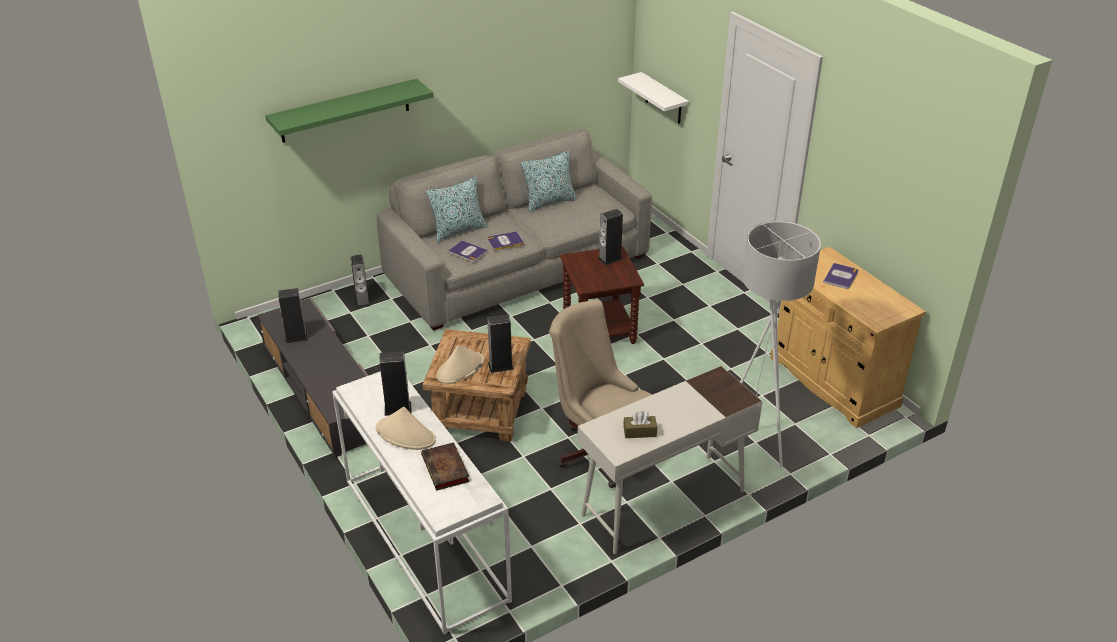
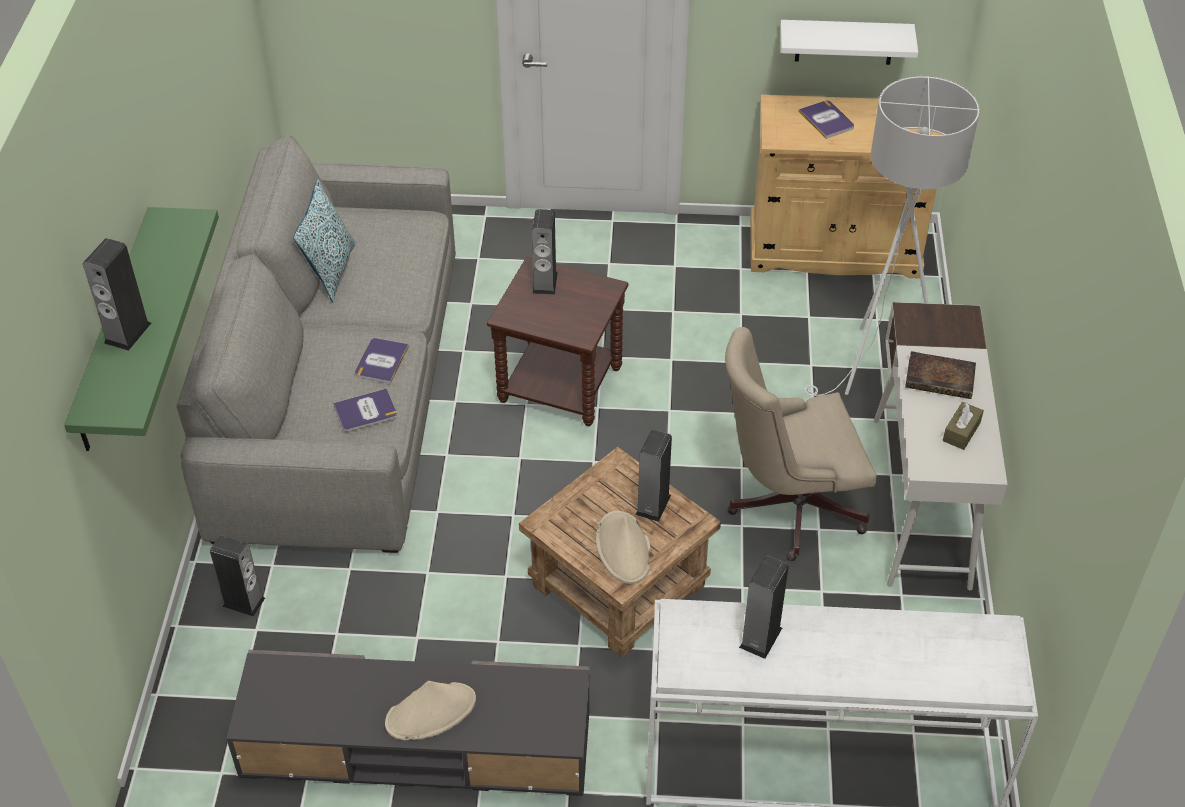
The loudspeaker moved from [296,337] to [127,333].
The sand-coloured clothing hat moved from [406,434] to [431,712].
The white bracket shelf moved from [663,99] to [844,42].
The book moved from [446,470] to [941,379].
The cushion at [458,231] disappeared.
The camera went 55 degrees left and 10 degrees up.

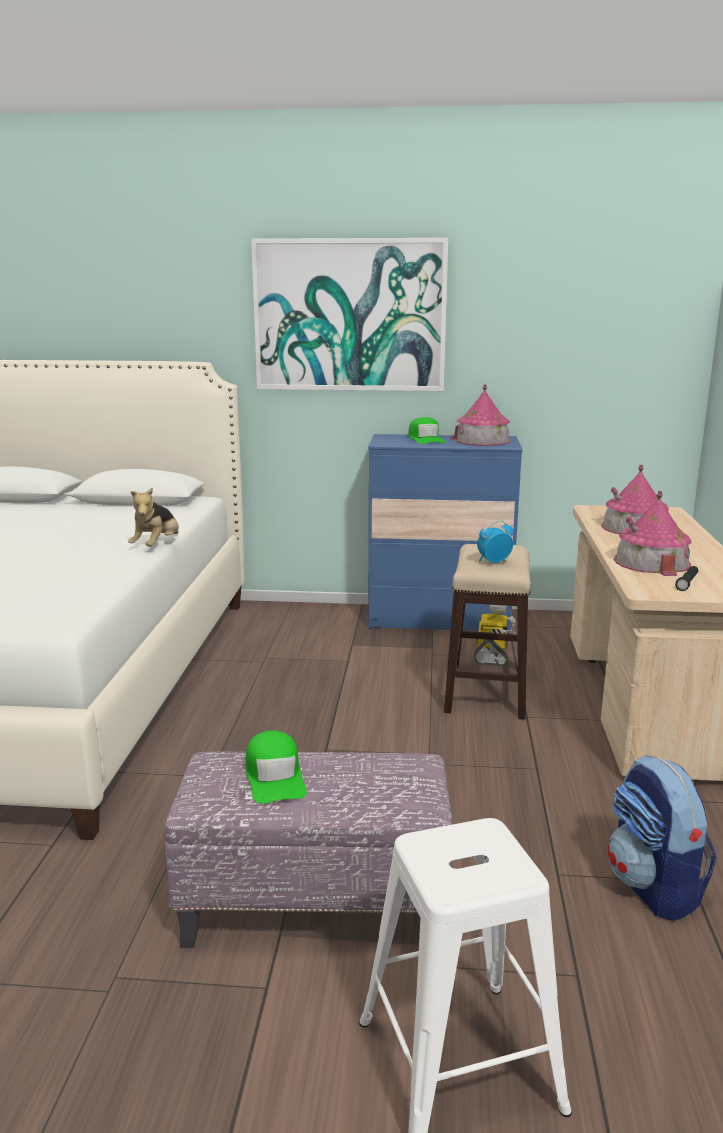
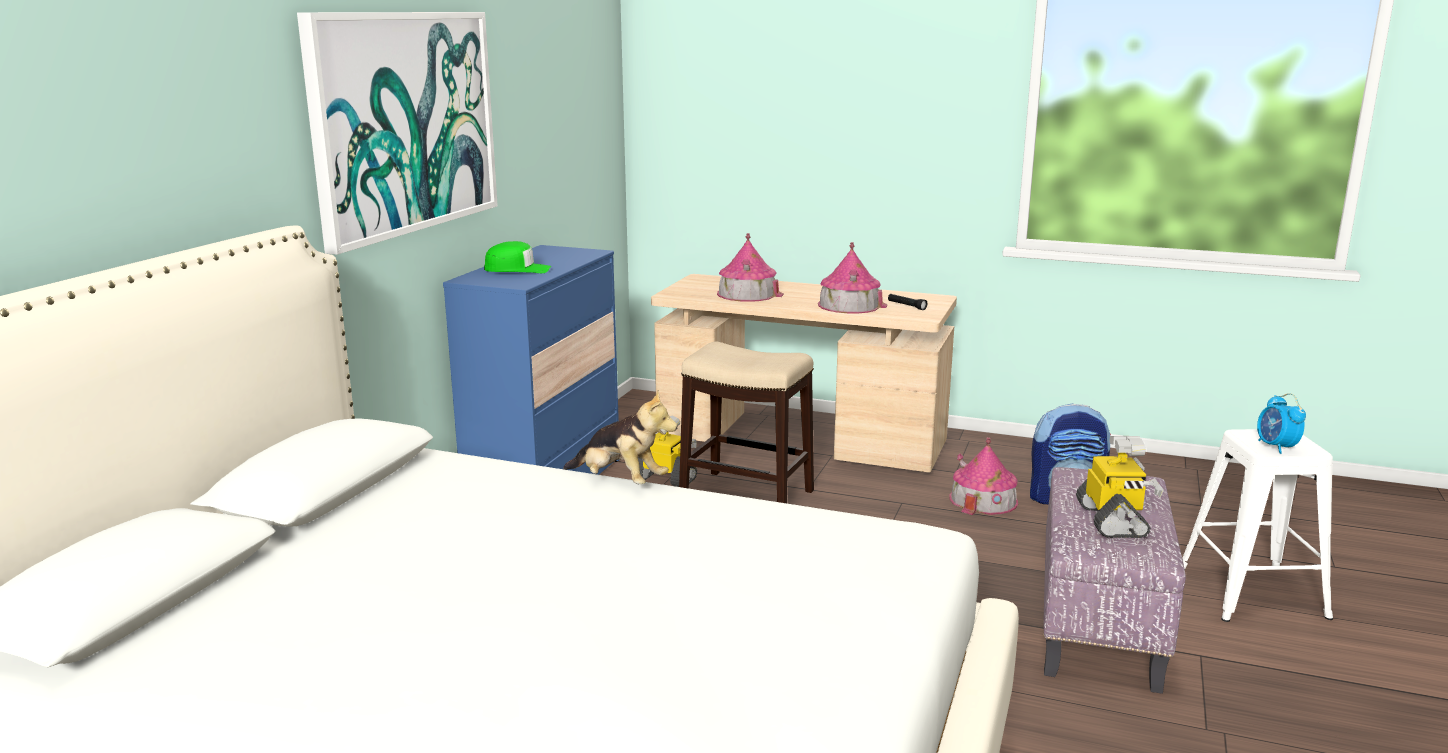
The model house moved from [482,440] to [983,500].
The greenish peaked cap at [275,777] was replaced by the model robot at [1113,520].
The bedside clock moved from [493,562] to [1276,447].
The camera went 75 degrees left and 0 degrees up.

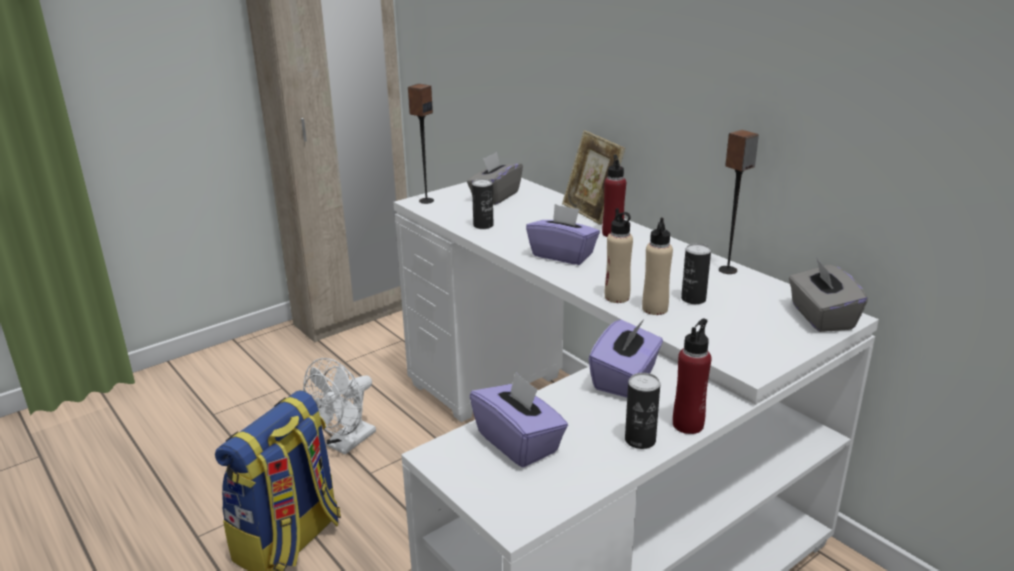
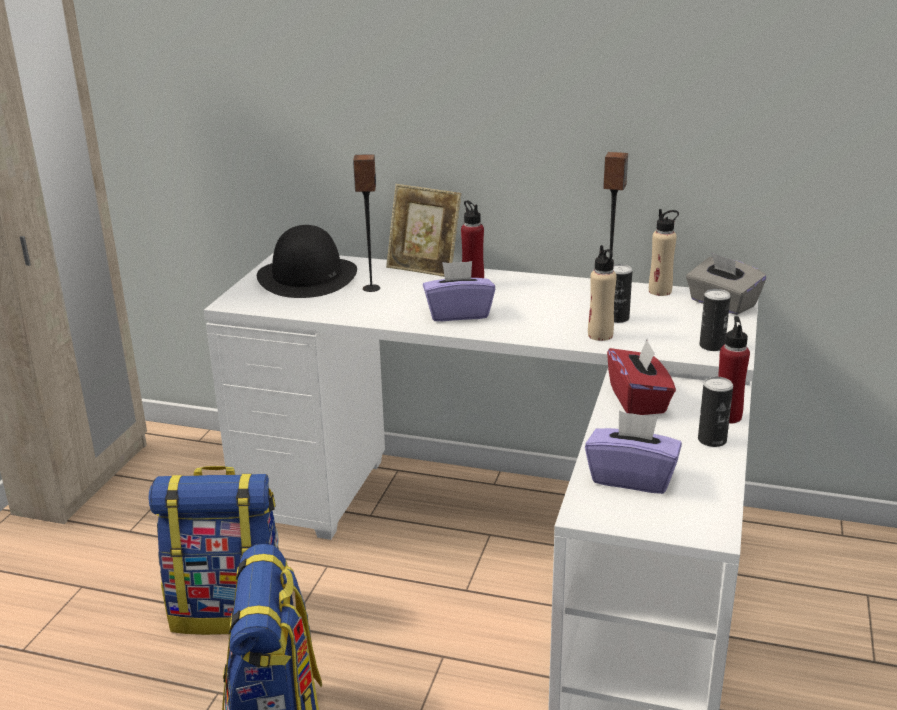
The white cooling fan at [346,444] was replaced by the rucksack at [230,610].
The grey box of tissues at [495,196] was replaced by the black clothing hat at [307,277].
The loudspeaker moved from [426,201] to [371,288].
The purple box of tissues at [625,379] became the reddish box of tissues at [638,400].
The sand-coloured bottle moved from [617,297] to [660,291].
The can moved from [483,225] to [712,346].
The camera went 35 degrees left and 0 degrees up.

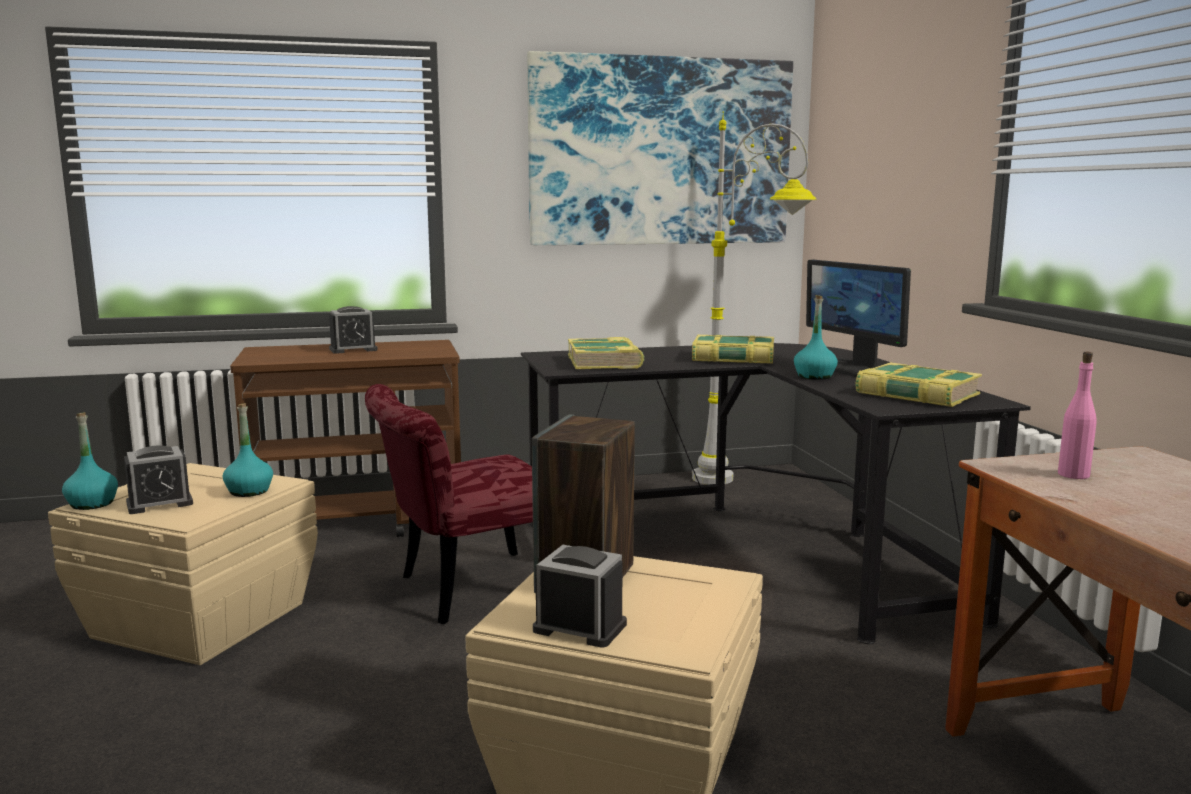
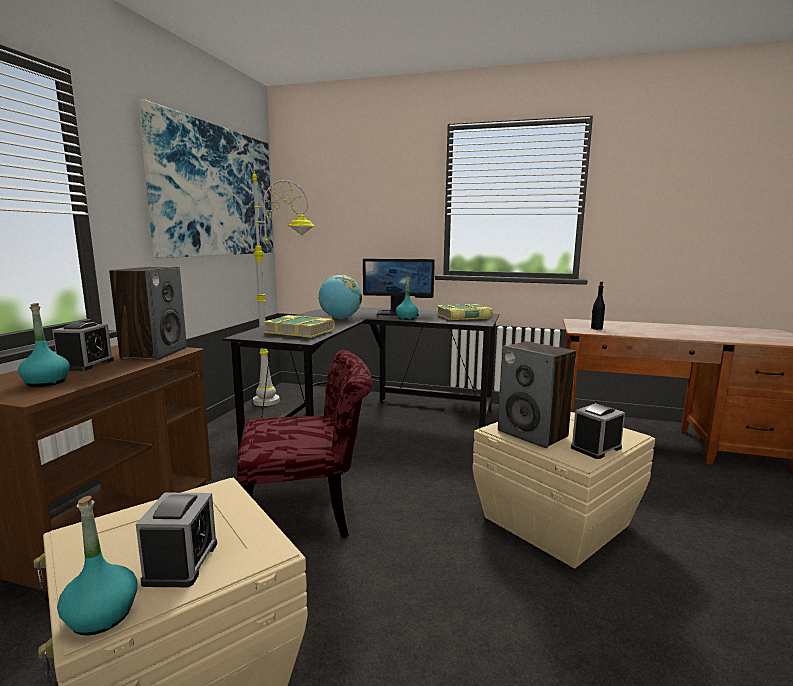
The turquoise-coloured bottle moved from [249,491] to [46,382].
The loudspeaker at [154,353] appeared.
The reddish chair at [463,591] turned 105 degrees counterclockwise.
The book at [733,358] was replaced by the desk globe at [340,318].
The pink bottle at [1073,475] became the black bottle at [596,328].
The camera went 60 degrees left and 0 degrees up.

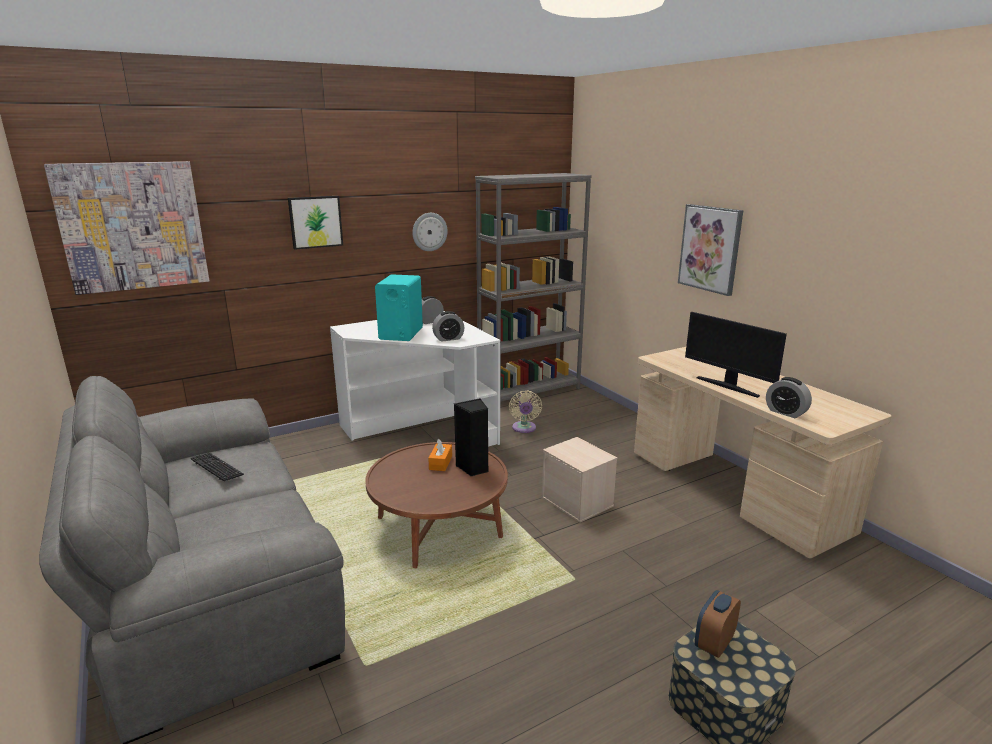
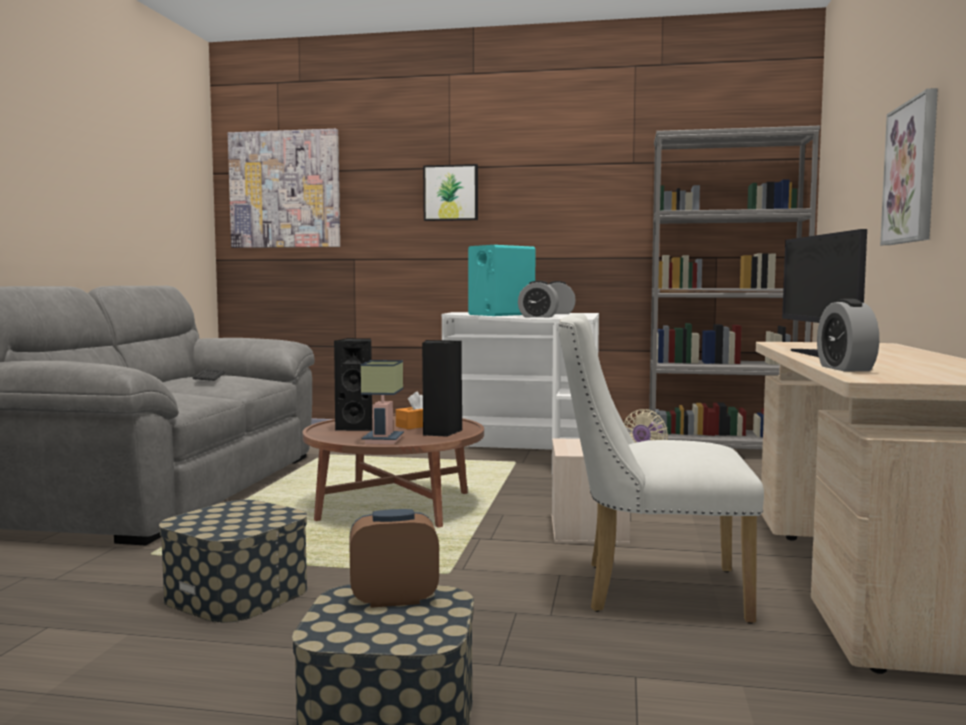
The storage box at [236,593] appeared.
The black loudspeaker at [357,427] appeared.
The lamp for a table at [384,440] appeared.
The white chair at [650,590] appeared.
The wall clock at [429,231] disappeared.
The camera went 40 degrees right and 15 degrees down.

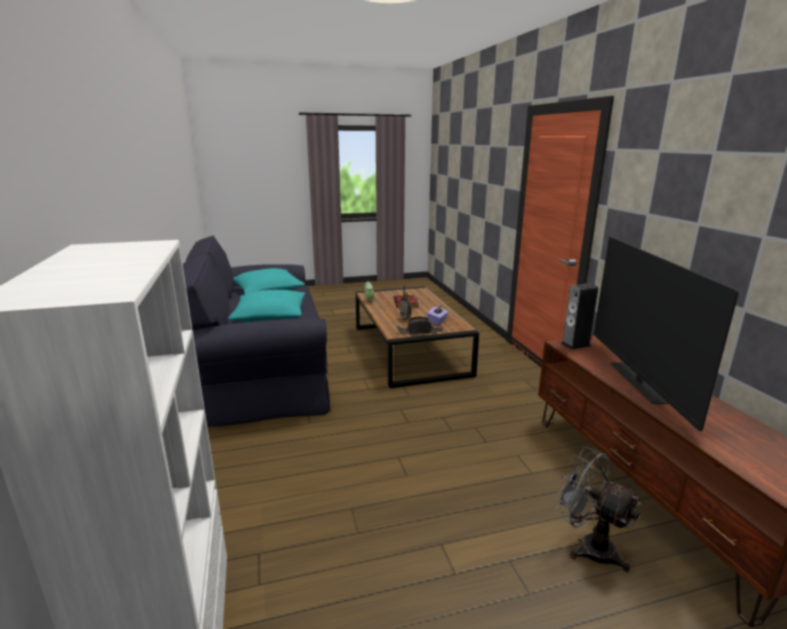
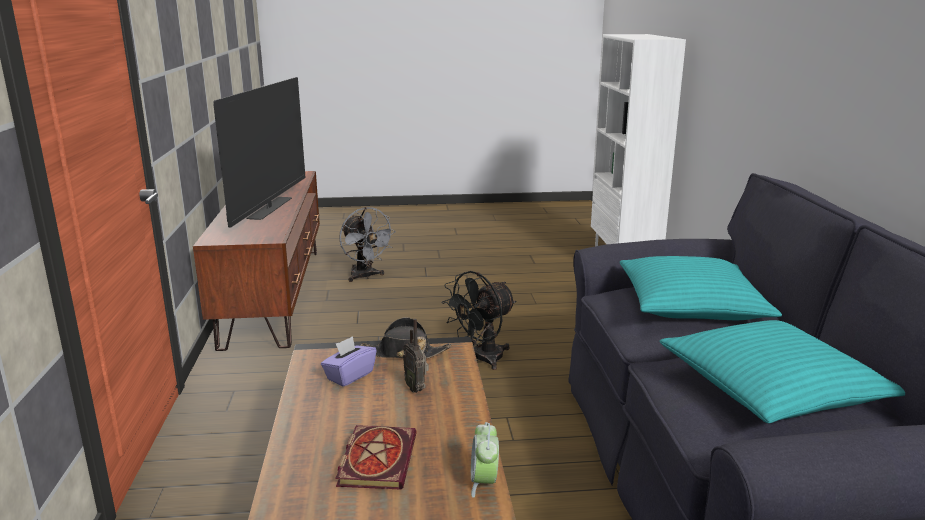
The black cooling fan at [481,359] appeared.
The loudspeaker at [575,344] disappeared.
The camera went 170 degrees left and 0 degrees up.

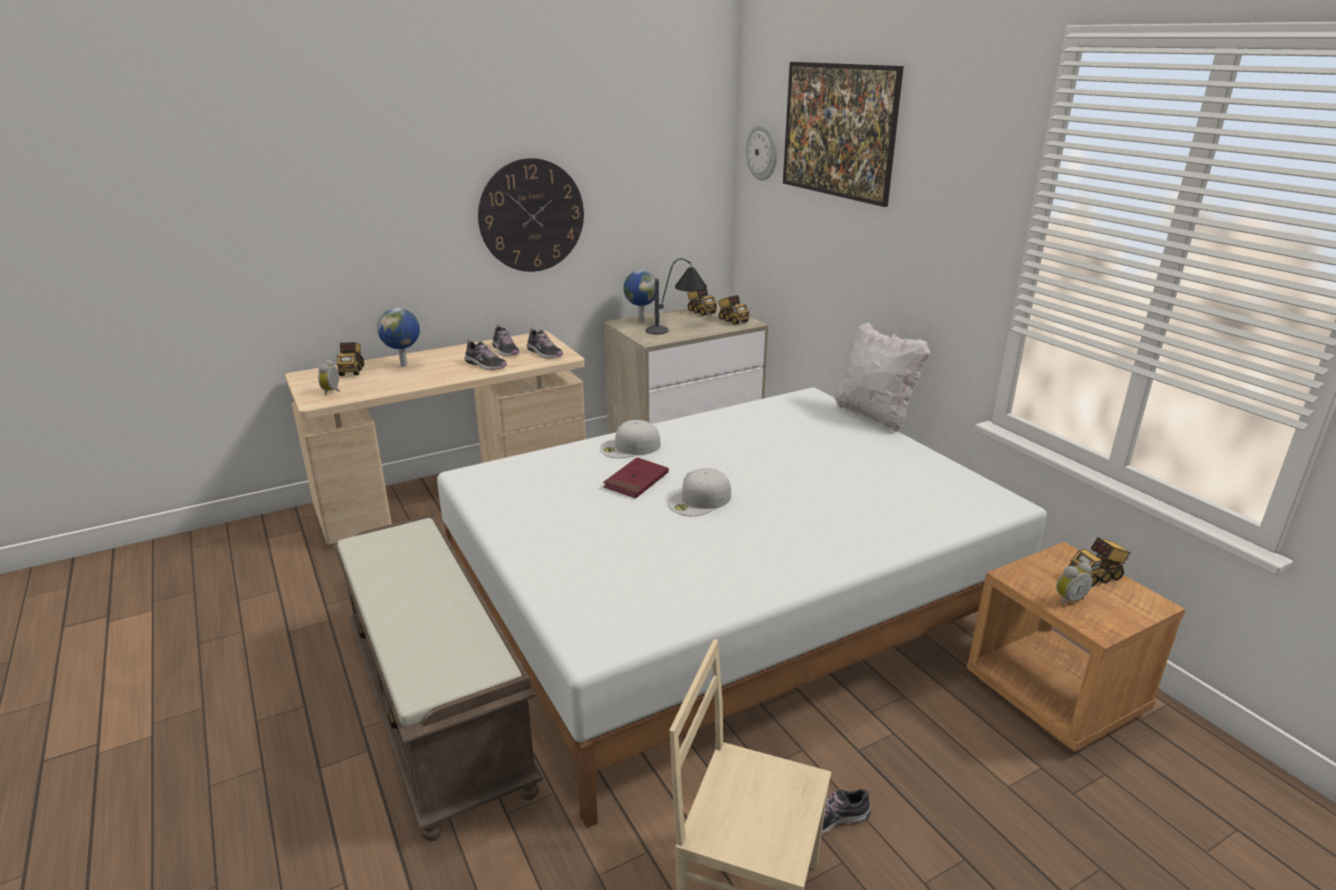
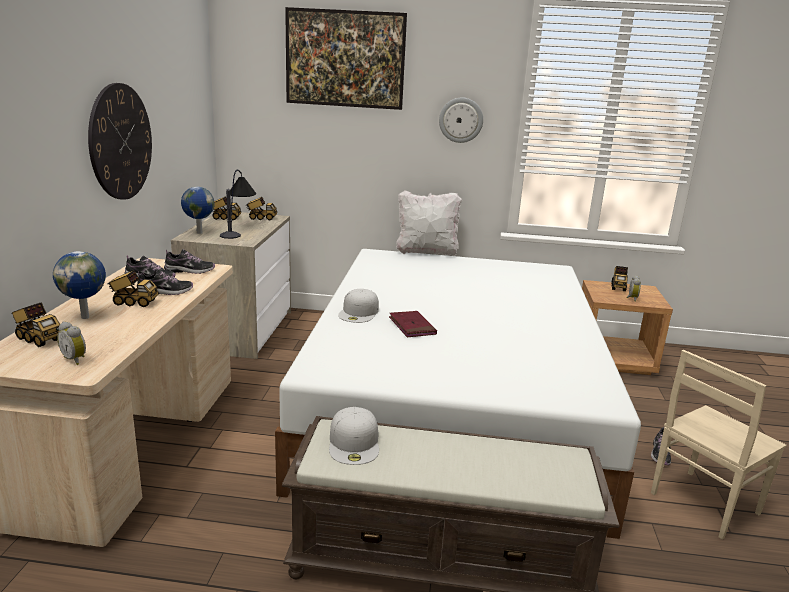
The toy lorry at [134,302] appeared.
The white peaked cap moved from [699,500] to [354,443].
The wall clock moved from [762,152] to [461,120].
The camera went 55 degrees left and 5 degrees down.

